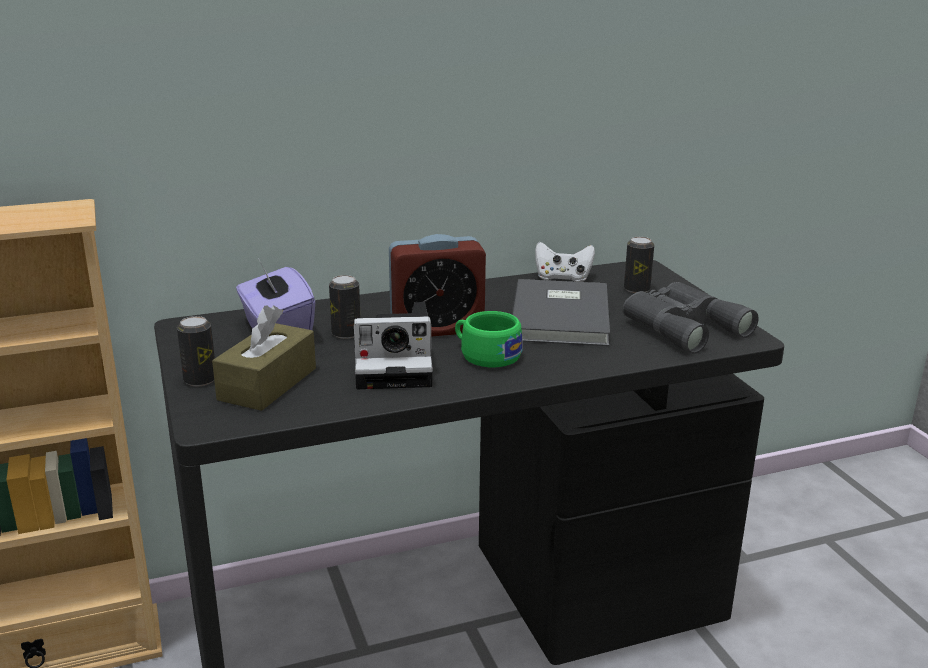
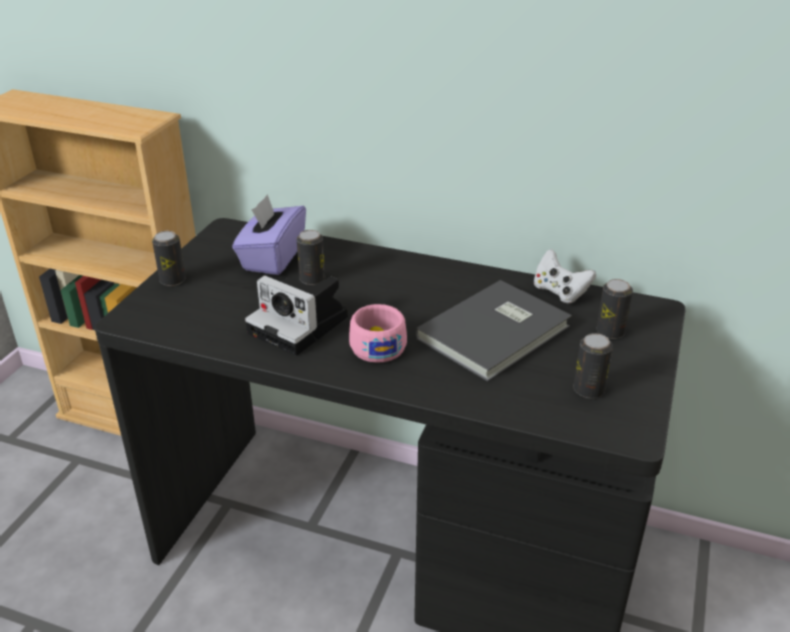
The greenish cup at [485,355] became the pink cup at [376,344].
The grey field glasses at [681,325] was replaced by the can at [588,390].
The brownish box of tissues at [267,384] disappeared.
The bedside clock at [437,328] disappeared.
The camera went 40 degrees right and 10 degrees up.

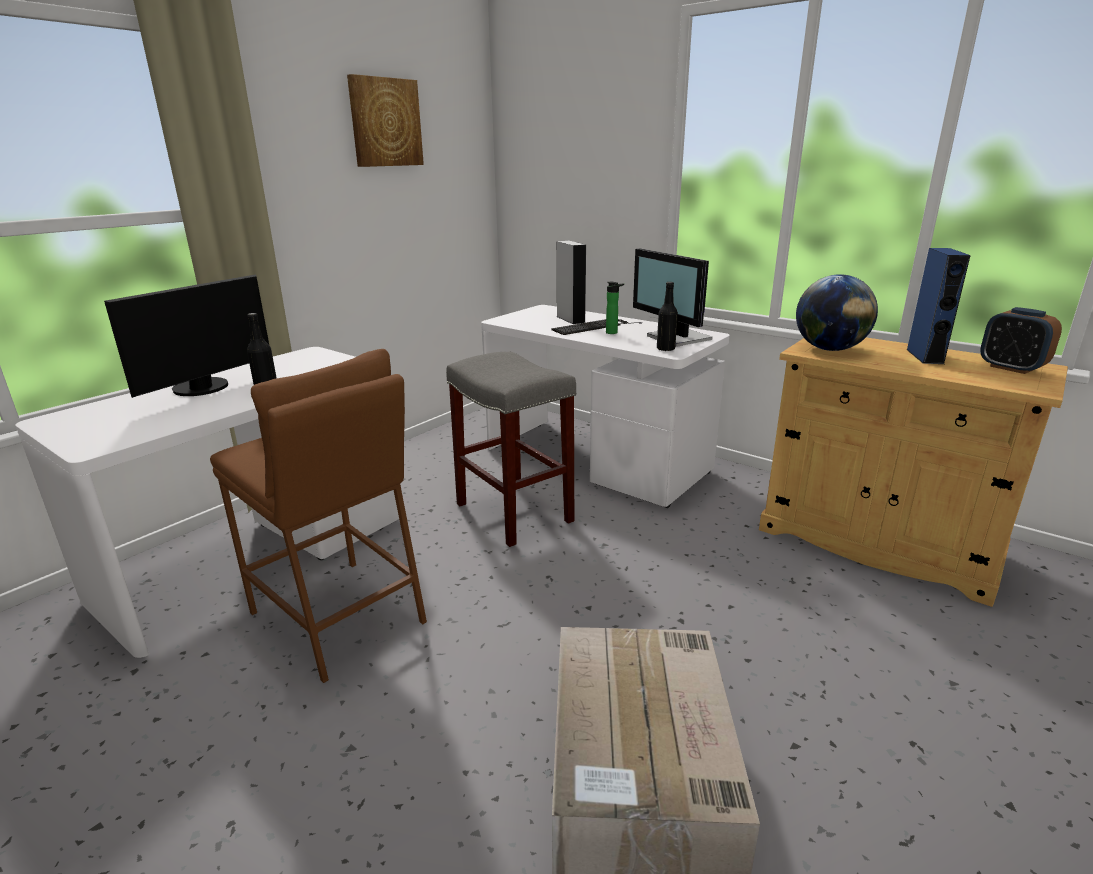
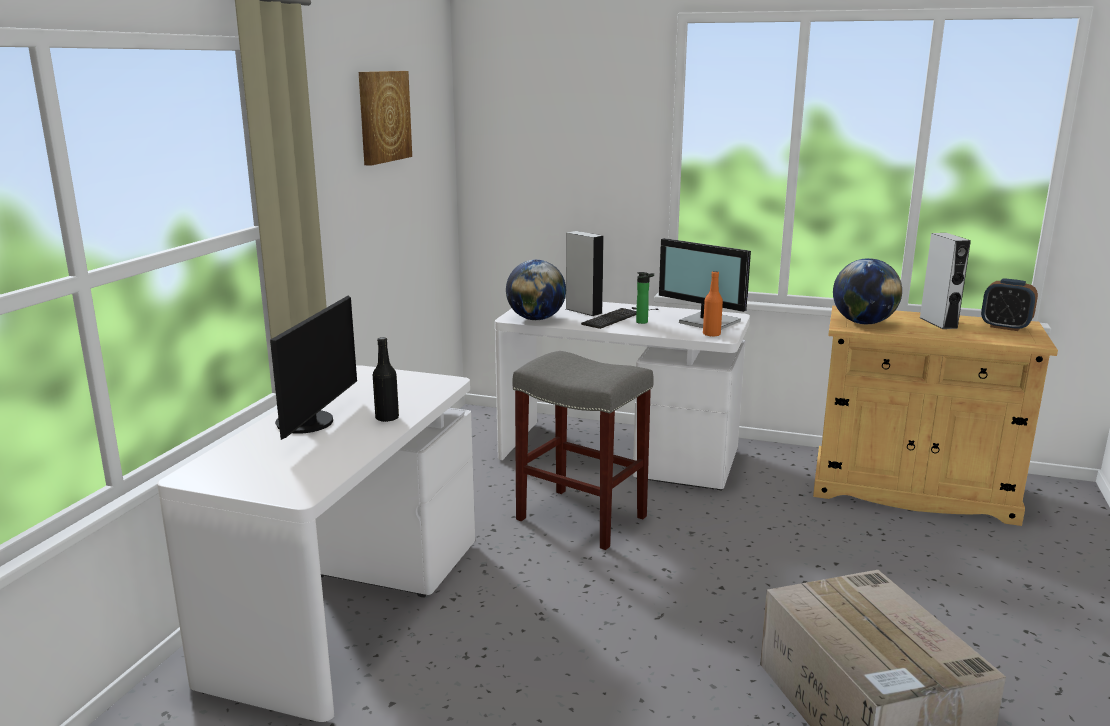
The desk globe at [536,319] appeared.
The black bottle at [665,349] became the orange bottle at [711,334].
The bluish loudspeaker at [924,356] became the grey loudspeaker at [938,323].
The brownish sitting stool at [338,617] disappeared.
The camera went 20 degrees left and 5 degrees down.

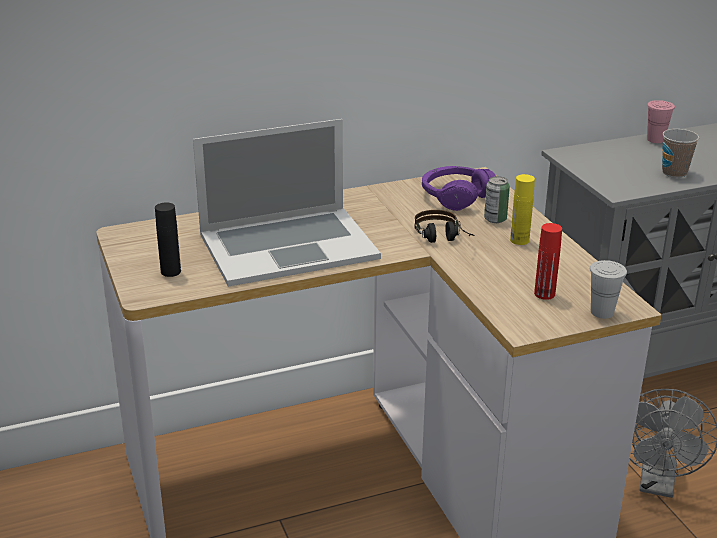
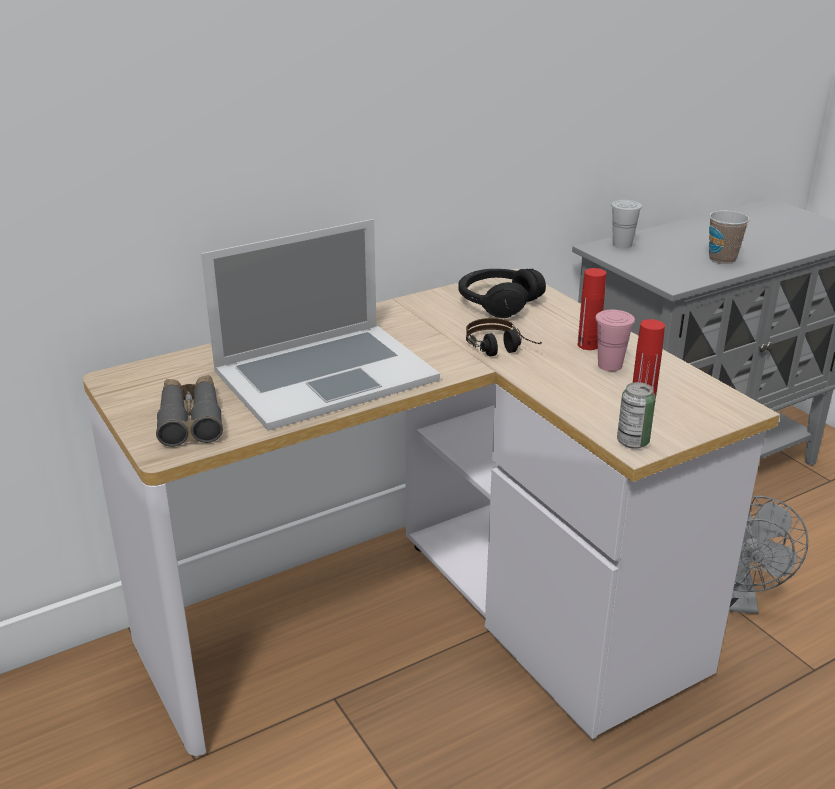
The black bottle at [171,271] was replaced by the grey field glasses at [190,419].
The purple pair of headphones at [456,197] became the black pair of headphones at [498,303].
The yellow-coloured bottle at [519,240] became the reddish bottle at [588,345].
The pink cup moved from [655,140] to [610,365].
The white cup moved from [602,312] to [622,245].
The can moved from [495,219] to [633,442].
The camera went 10 degrees left and 0 degrees up.

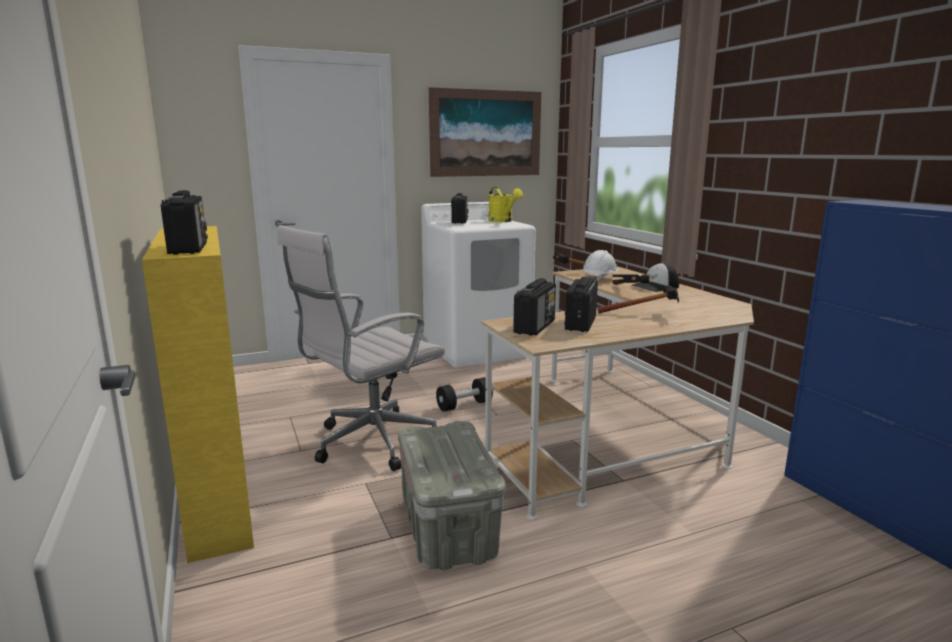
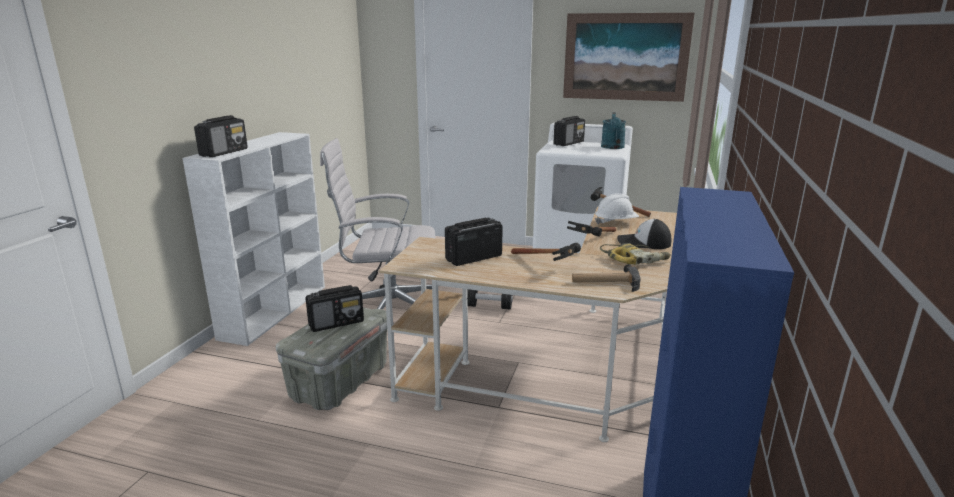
The yellow-coloured bookshelf at [218,495] became the white bookshelf at [275,310].
The radio set moved from [535,326] to [337,323].
The hammer at [605,282] appeared.
The electric drill at [634,259] appeared.
The yellow-coloured sprinkling can at [503,221] became the turquoise-coloured sprinkling can at [613,147].
The camera went 40 degrees right and 5 degrees up.

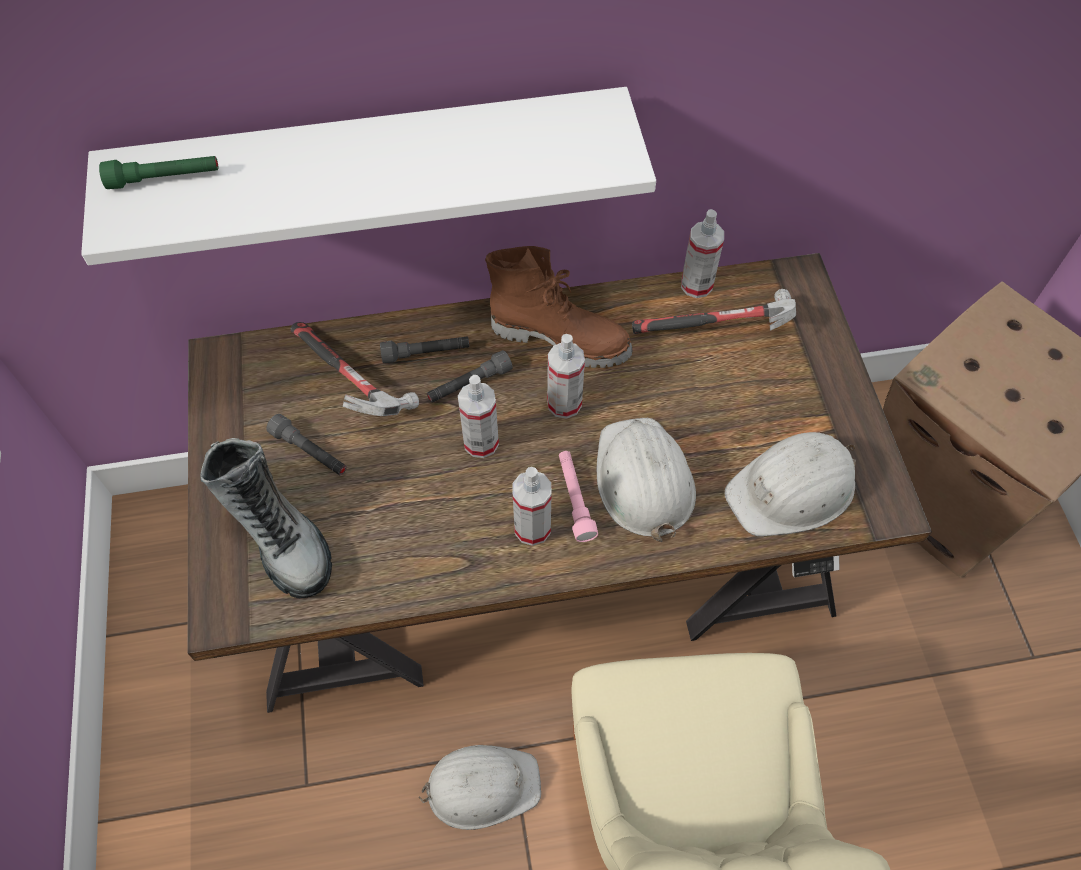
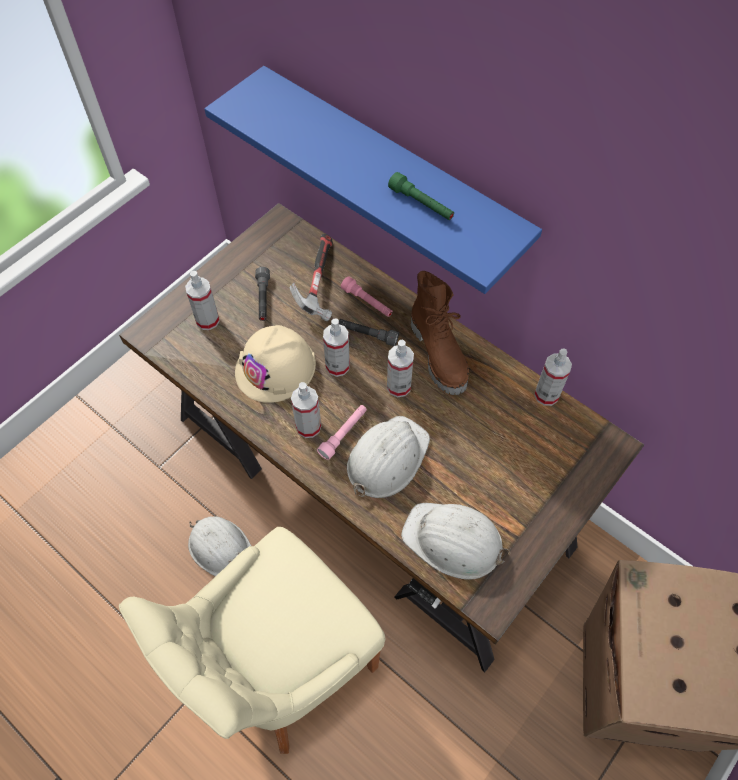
The tall boot at [277,533] was replaced by the spray bottle at [207,320].
The white bracket shelf at [372,163] became the bluish bracket shelf at [392,172].
The sand-coloured safety helmet at [276,368] appeared.
The grey torch at [426,353] became the pink torch at [367,302].
The greenish torch moved from [165,179] to [421,204].
The hammer at [717,329] disappeared.
The camera went 50 degrees right and 0 degrees up.

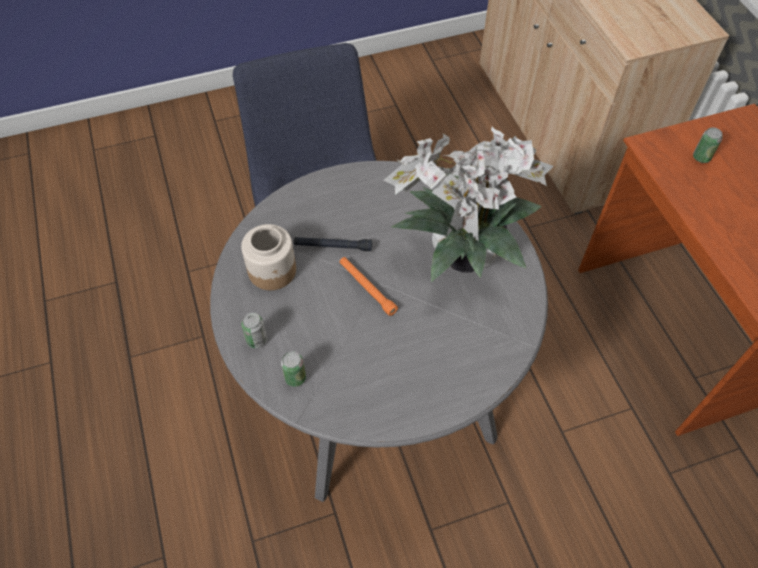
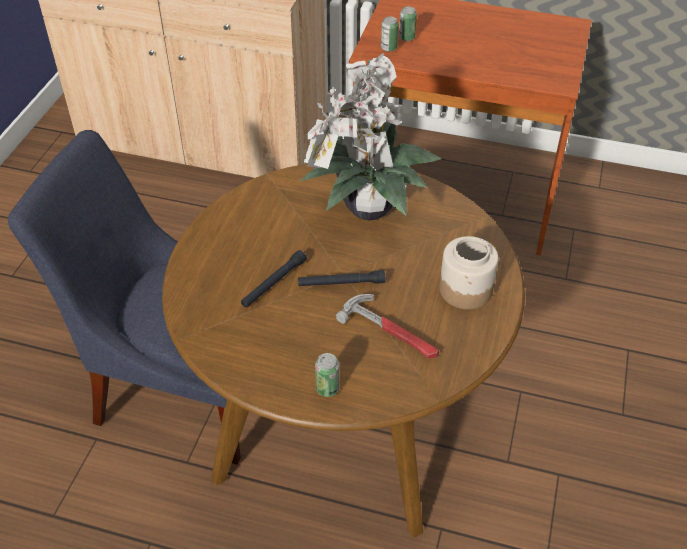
The grey kitchen table at [379,387] became the brownish kitchen table at [343,420].
The orange torch at [367,288] became the black torch at [341,283].
The hammer at [391,331] appeared.
The can moved from [295,378] to [389,48].
The storage jar moved from [272,271] to [466,290].
The camera went 55 degrees left and 10 degrees down.

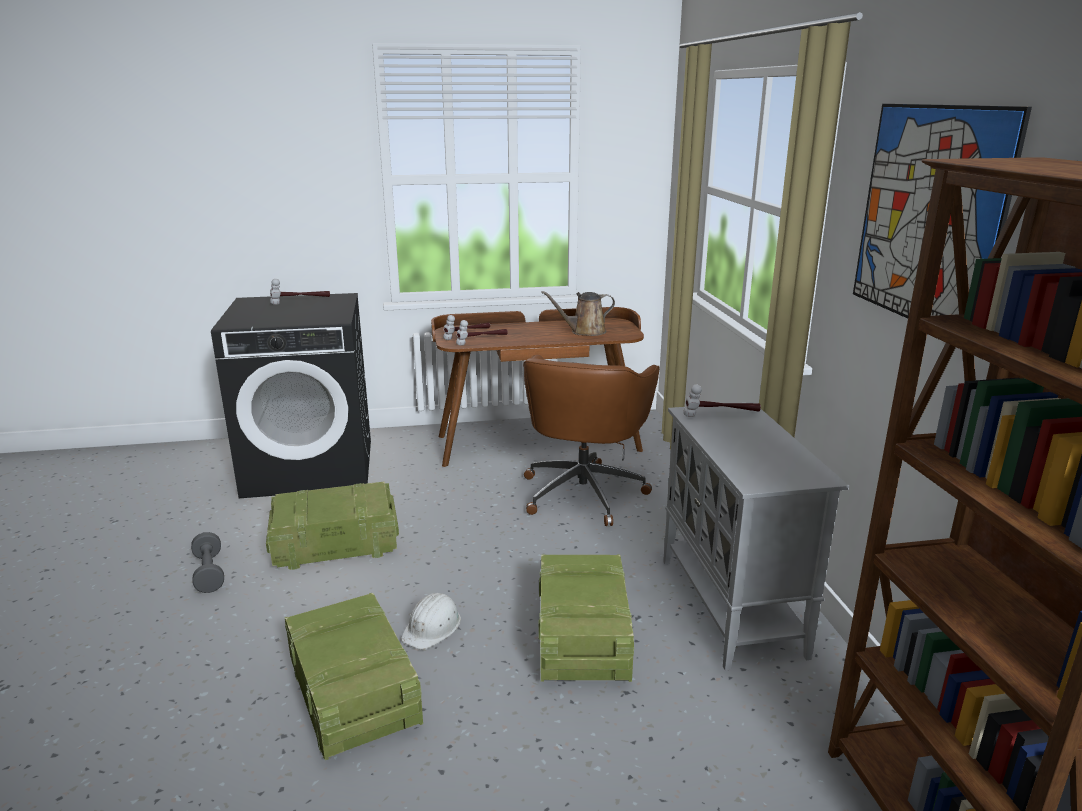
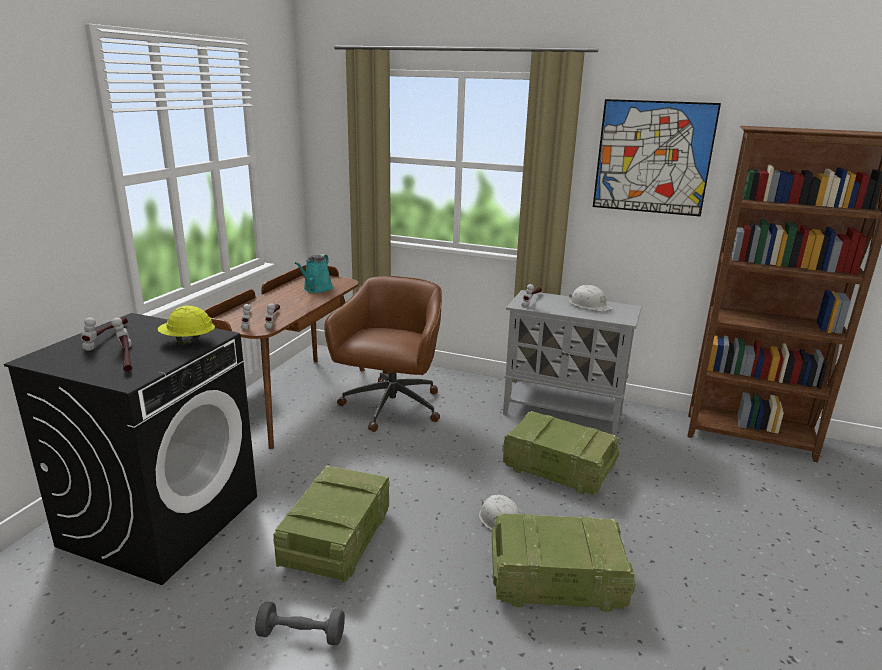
The hammer at [126,359] appeared.
The yellow-coloured safety helmet at [188,341] appeared.
The brownish sprinkling can at [585,332] became the turquoise-coloured sprinkling can at [316,289].
The brownish office chair at [584,491] turned 120 degrees counterclockwise.
The white safety helmet at [589,305] appeared.
The camera went 60 degrees left and 0 degrees up.

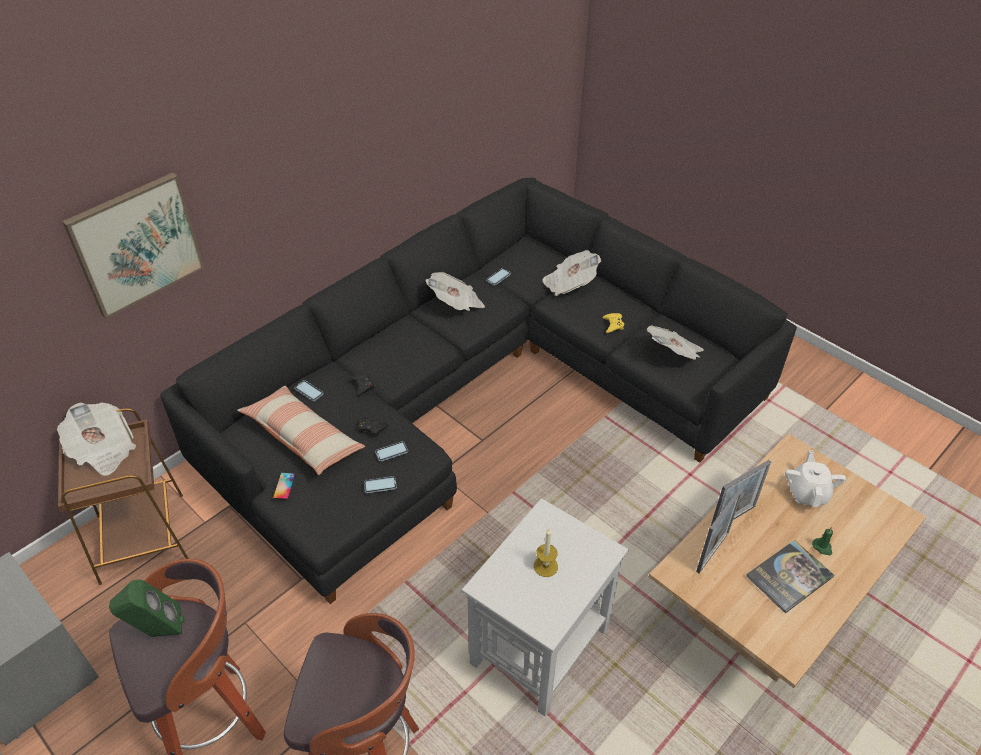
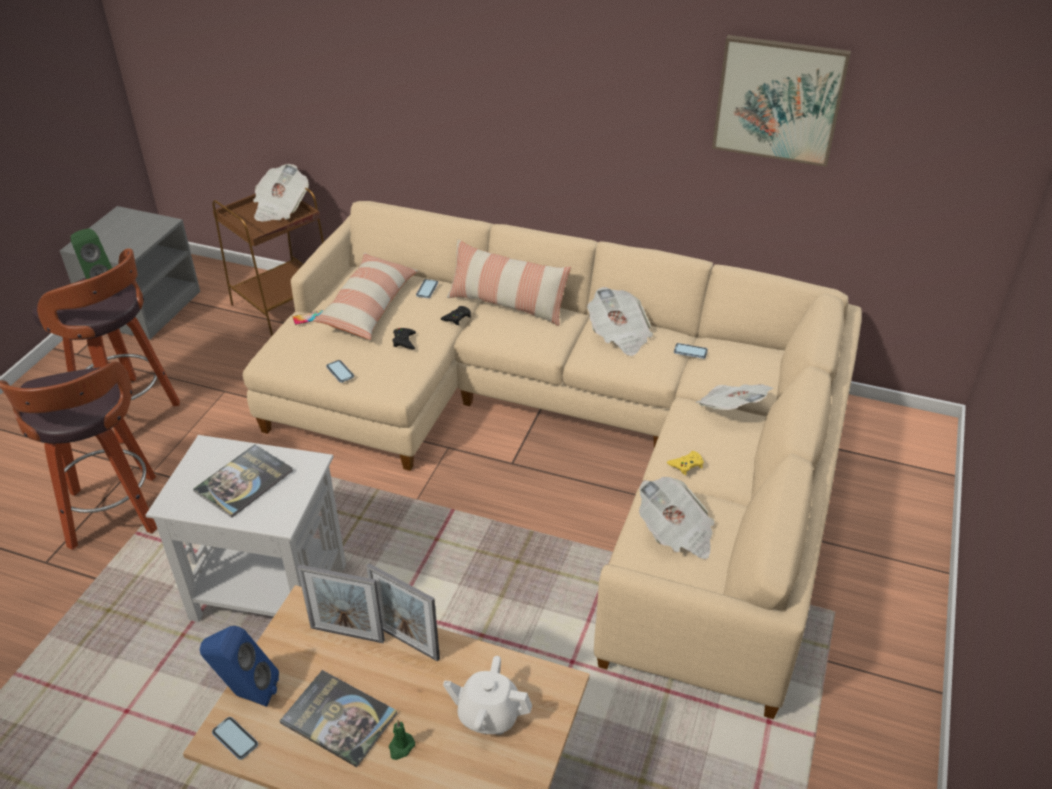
The candle at [545,566] was replaced by the book at [244,481].
The bluish loudspeaker at [246,693] appeared.
The phone moved from [391,452] to [235,739].
The black settee at [475,394] became the sand-coloured settee at [574,436].
The white tea pot at [807,493] turned 150 degrees counterclockwise.
The cushion at [507,304] appeared.
The wall art moved from [136,244] to [778,100].
The camera went 65 degrees right and 5 degrees down.

